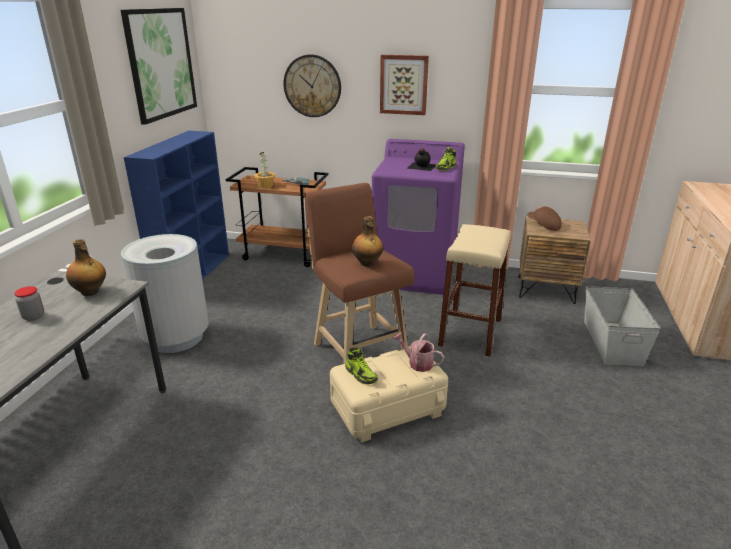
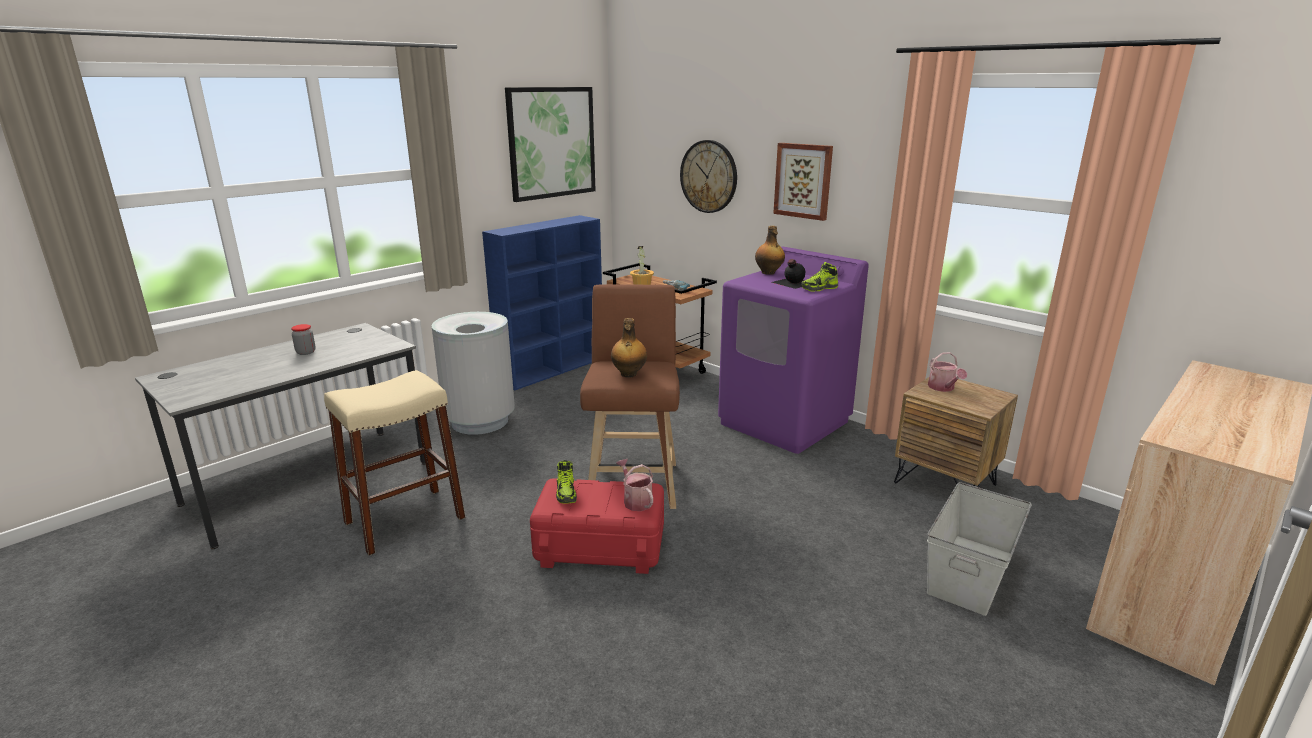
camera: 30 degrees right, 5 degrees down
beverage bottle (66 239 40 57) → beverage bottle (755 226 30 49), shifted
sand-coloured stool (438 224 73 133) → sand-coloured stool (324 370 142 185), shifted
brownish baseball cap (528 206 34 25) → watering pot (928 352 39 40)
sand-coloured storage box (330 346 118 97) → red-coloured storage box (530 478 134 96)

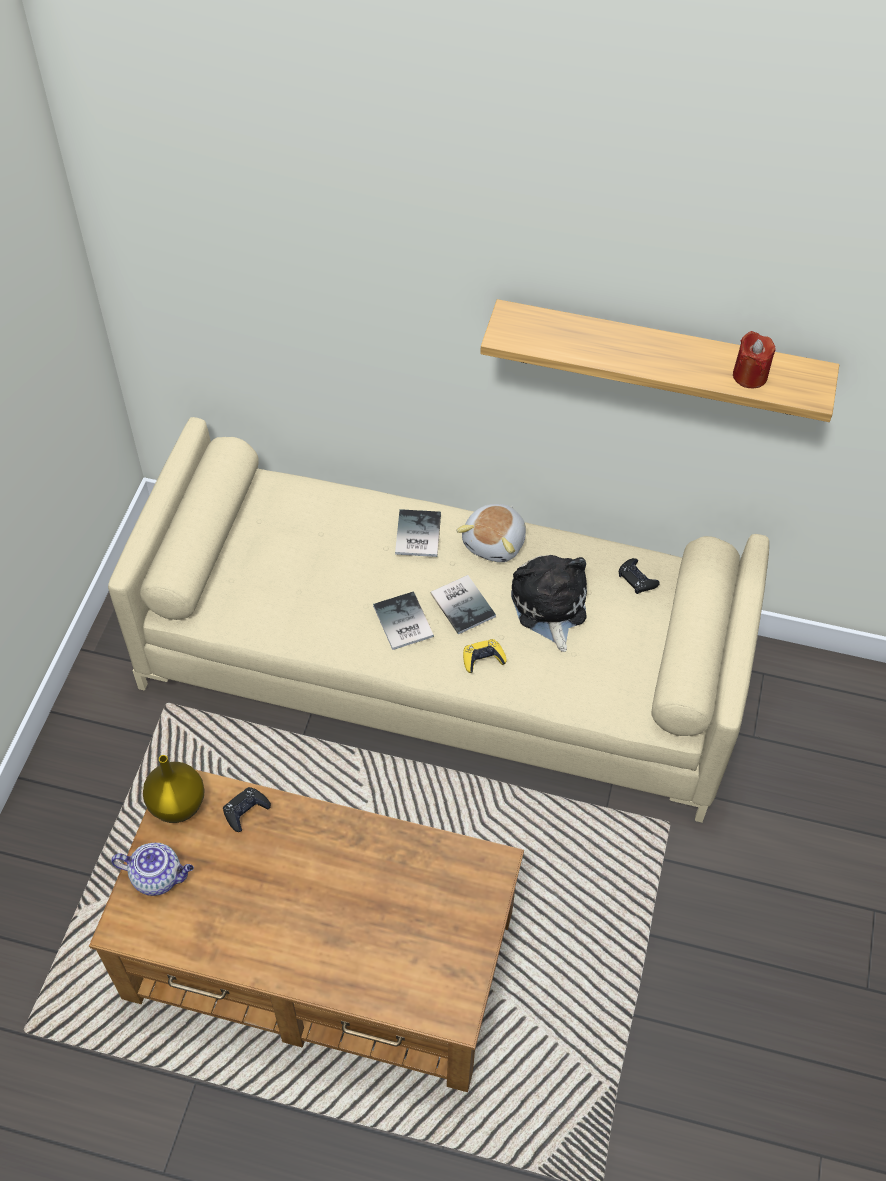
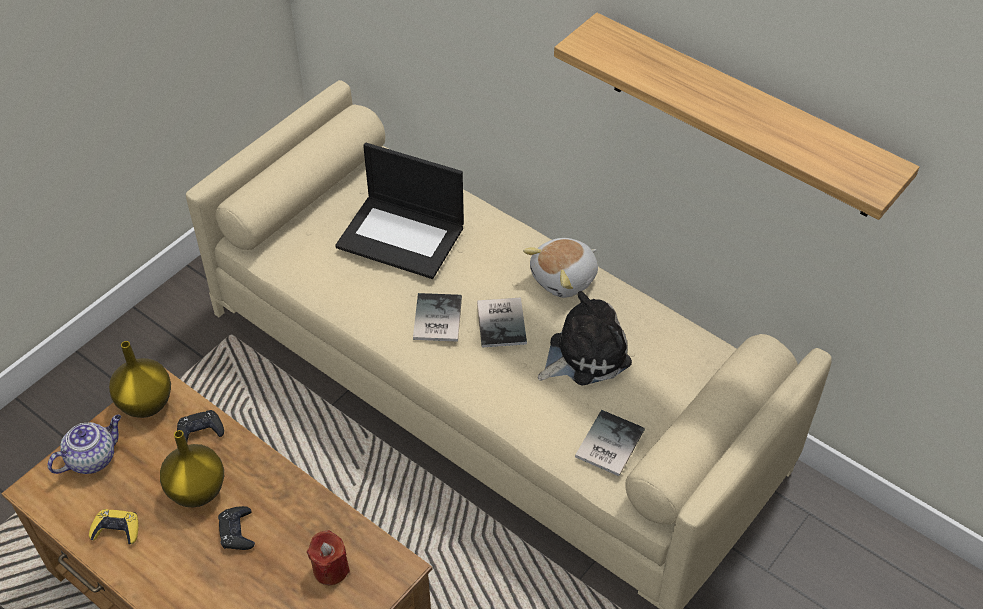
camera: 25 degrees right, 5 degrees down
- → yellow vase (160 430 64 77)
- → notebook computer (335 143 129 136)
volume (395 509 46 48) → volume (575 410 70 66), shifted
yellow joypad (463 639 44 34) → yellow joypad (89 509 49 36), shifted
blackish joypad (619 558 41 36) → blackish joypad (218 506 37 44), shifted
red-coloured wax light (733 331 43 57) → red-coloured wax light (307 530 43 55), shifted
teapot (111 843 83 53) → teapot (48 415 73 59), 75 degrees counterclockwise
cuddly toy (511 555 76 97) → cuddly toy (538 291 94 94), 45 degrees clockwise

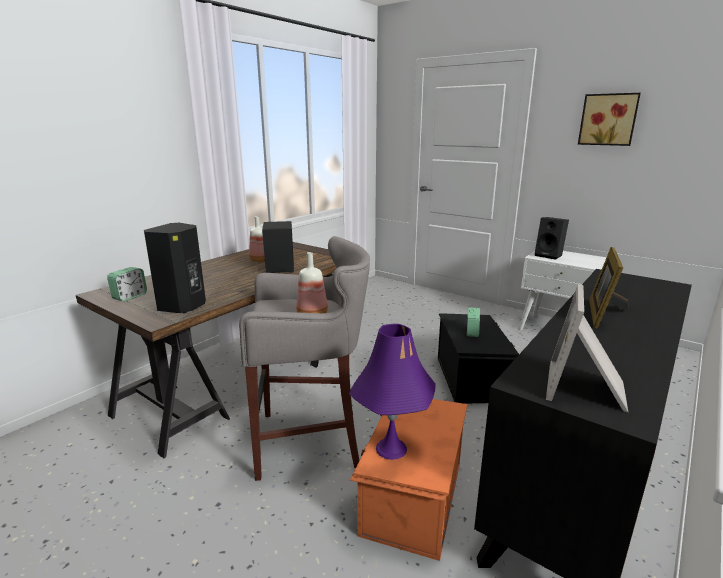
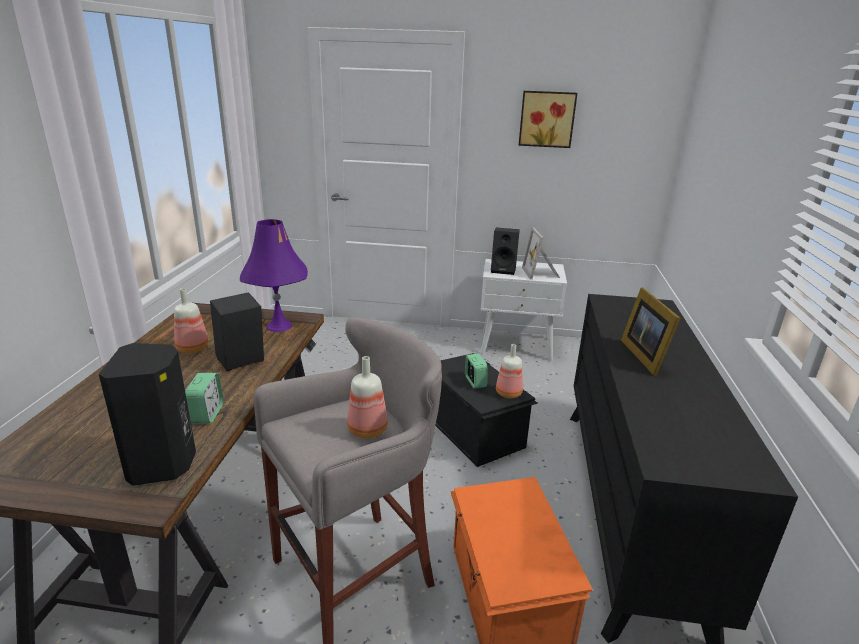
camera: 30 degrees left, 5 degrees up
- → beverage bottle (496 344 27 54)
bedside clock (107 267 40 34) → bedside clock (185 373 39 51), shifted
purplish tabletop lamp (349 324 87 136) → purplish tabletop lamp (240 219 68 113), shifted
standing frame (546 284 82 128) → standing frame (522 227 38 53), shifted

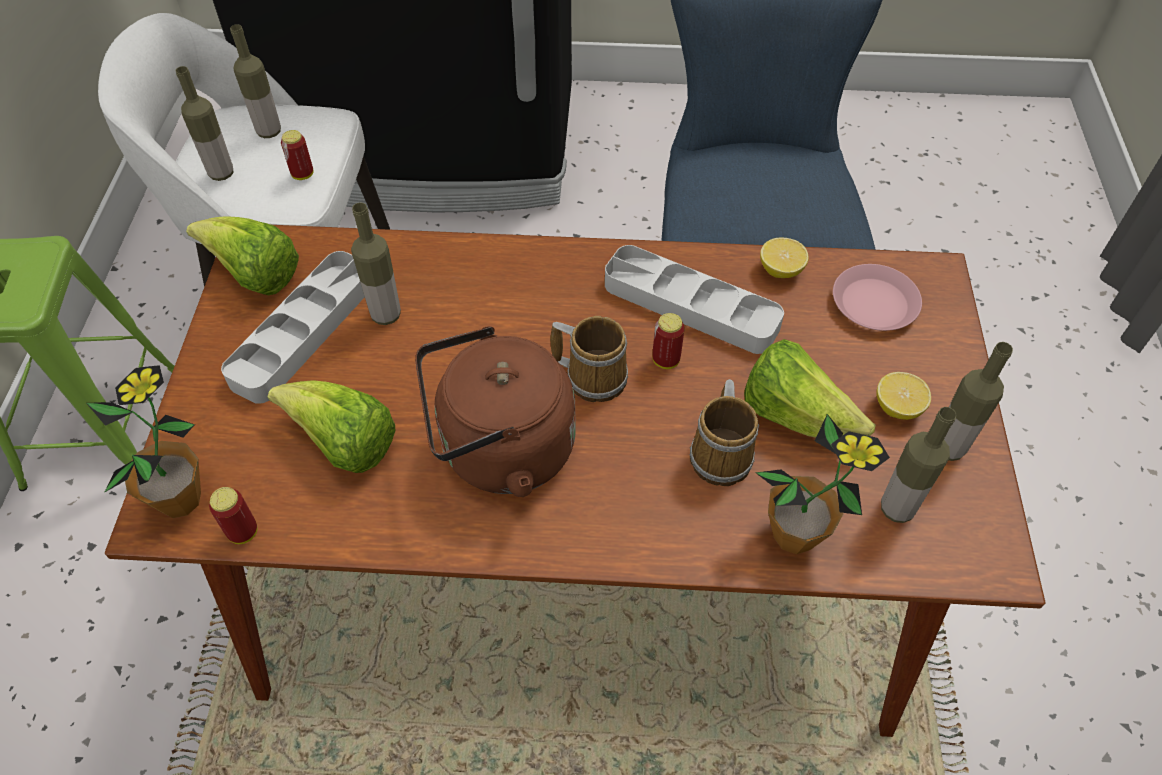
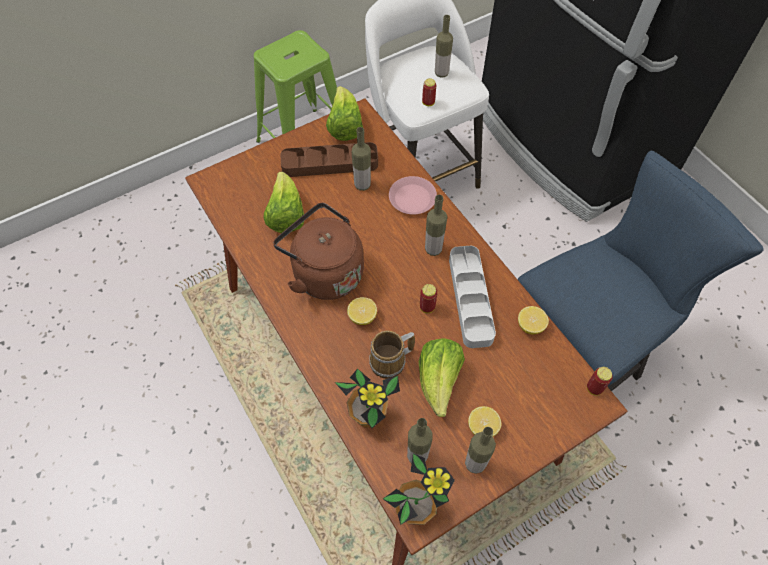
camera: 55 degrees right, 5 degrees up
coffee mug (550 316 78 86) → -
- → lemon (347 297 30 28)
potted plant (86 365 115 153) → potted plant (383 454 72 71), shifted
beverage bottle (176 66 58 115) → beverage bottle (425 195 22 61), shifted
sealed can (209 487 49 57) → sealed can (587 367 26 28), shifted
pinkish dinner plate (833 264 89 67) → pinkish dinner plate (389 176 48 39), shifted
grey carrying tray (221 251 144 153) → brownish carrying tray (281 142 97 35)

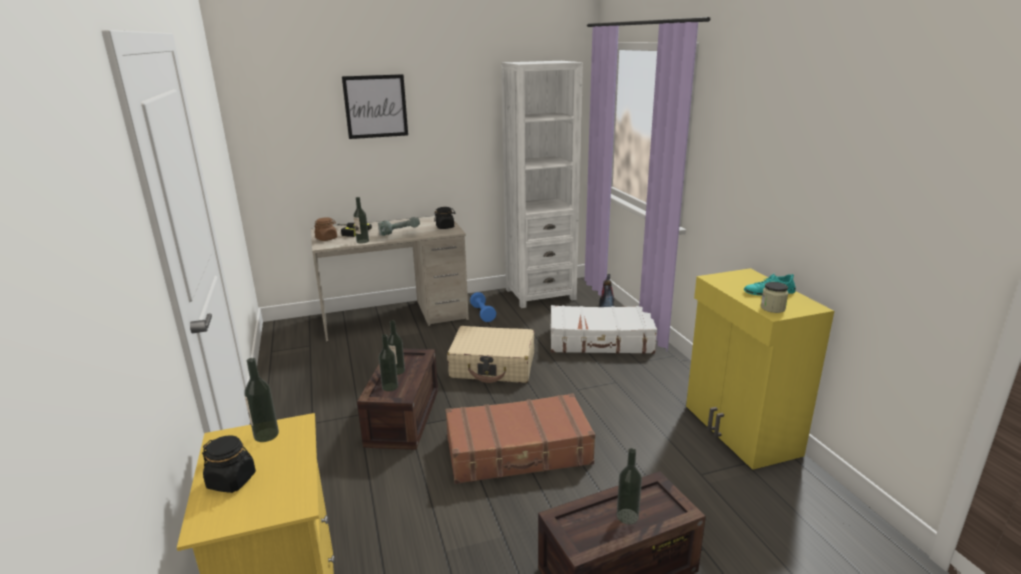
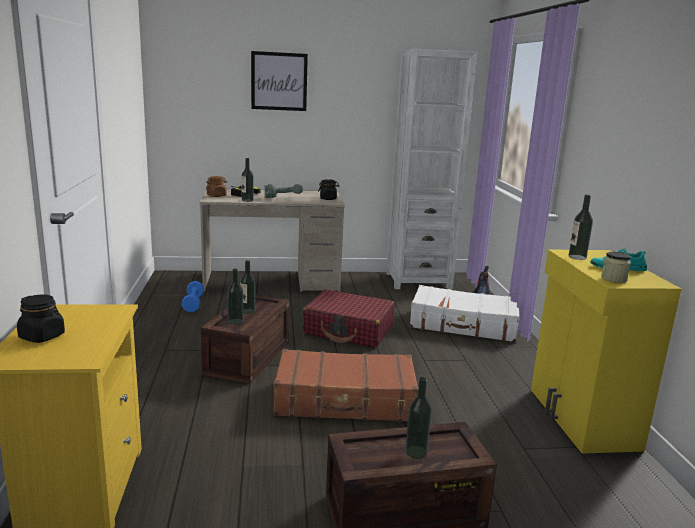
camera: 10 degrees right, 5 degrees down
beverage bottle (244 358 35 84) → beverage bottle (569 195 24 65), shifted
bluish hand weight (470 292 26 30) → bluish hand weight (182 281 22 31), shifted
sand-coloured piece of luggage (447 326 87 57) → red-coloured piece of luggage (303 290 91 58)

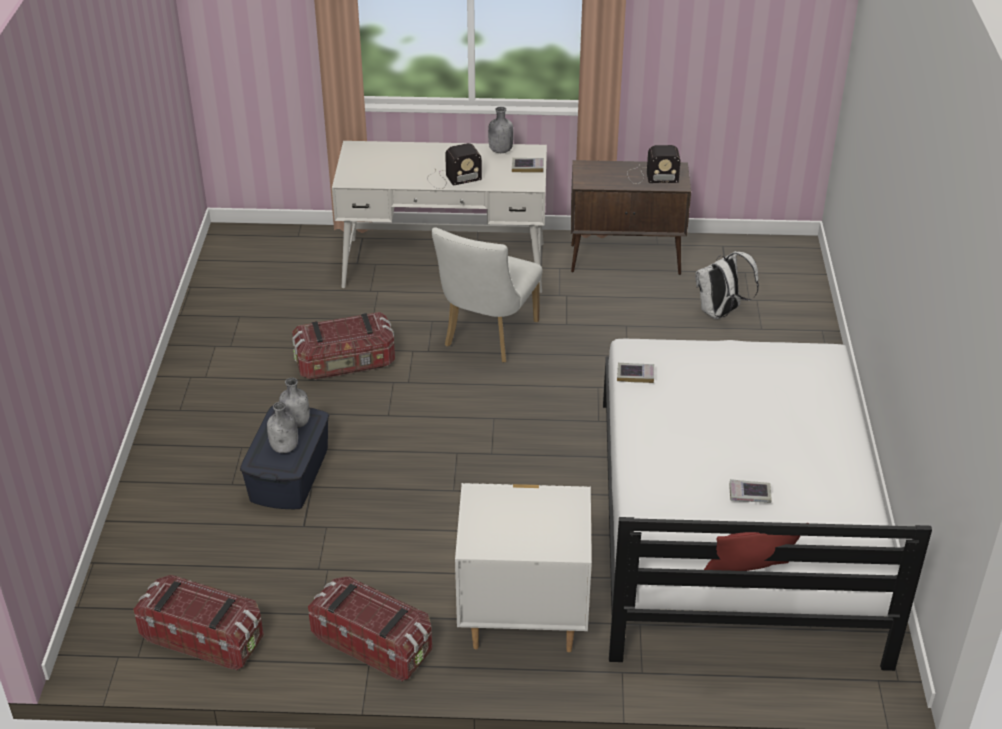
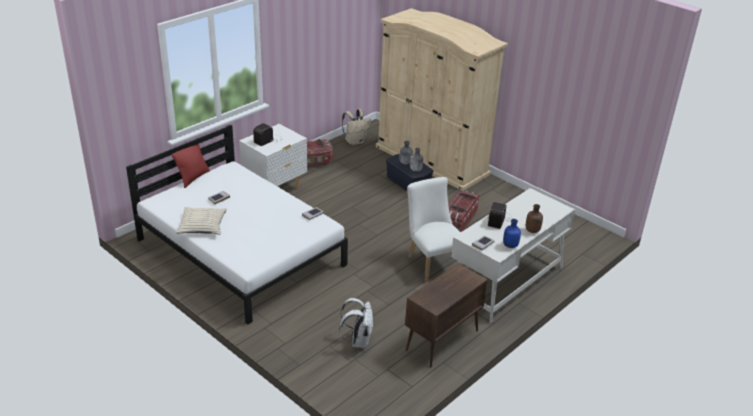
camera: 130 degrees right, 5 degrees down
- → sand-coloured cushion (176 207 51 28)
- → sand-coloured armoire (376 8 132 183)
- → brownish beverage bottle (526 204 17 29)
radio set (627 145 54 39) → radio set (253 123 29 23), shifted
storage box (133 575 131 96) → sand-coloured backpack (342 109 29 36)
grey beverage bottle (488 107 26 46) → bluish beverage bottle (503 219 18 29)

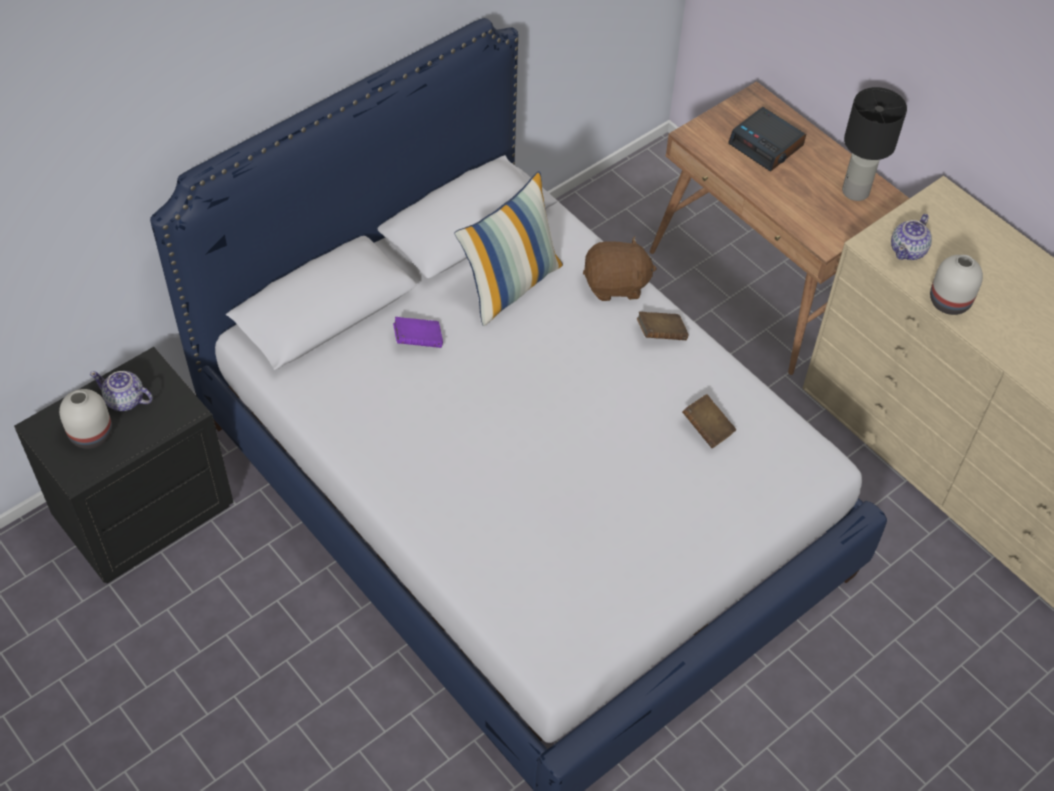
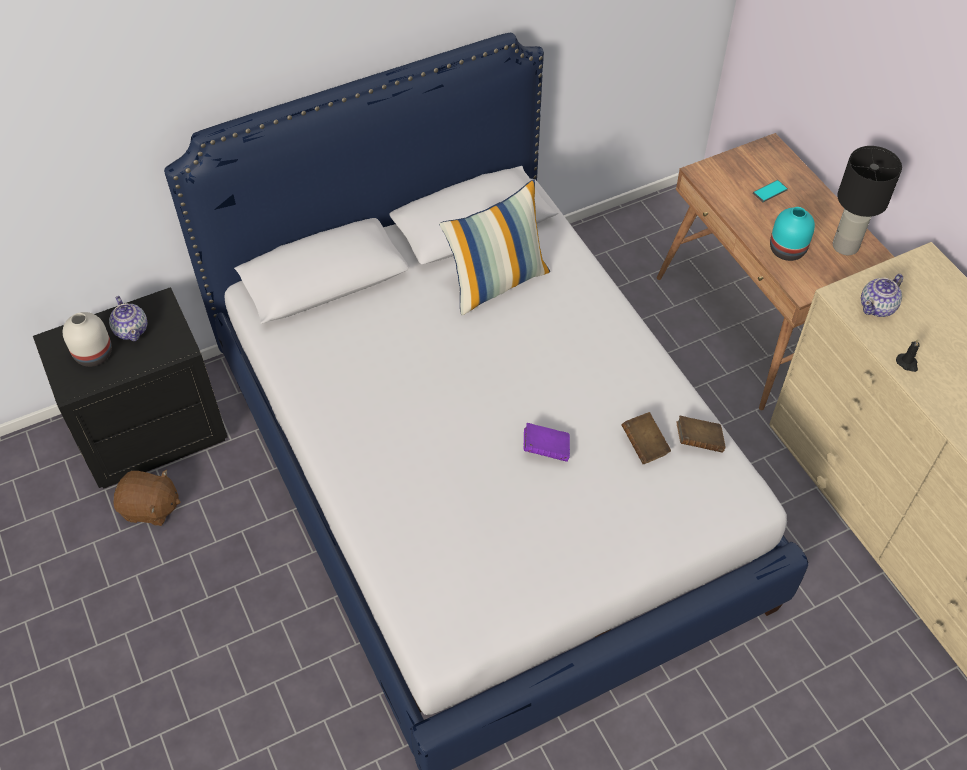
camera: 15 degrees right, 0 degrees up
- → turquoise-coloured vase (770 207 45 54)
purplish volume (393 317 50 31) → purplish volume (524 423 46 39), shifted
brownish cuddly toy (583 236 74 65) → brownish cuddly toy (113 470 68 56), shifted
brownish volume (637 311 51 29) → brownish volume (676 416 50 37), shifted
bedside clock (728 107 78 64) → phone (753 180 35 22)
white vase (930 255 53 60) → blackish wax light (896 339 24 33)
teapot (90 371 63 40) → teapot (109 296 39 45), 150 degrees counterclockwise

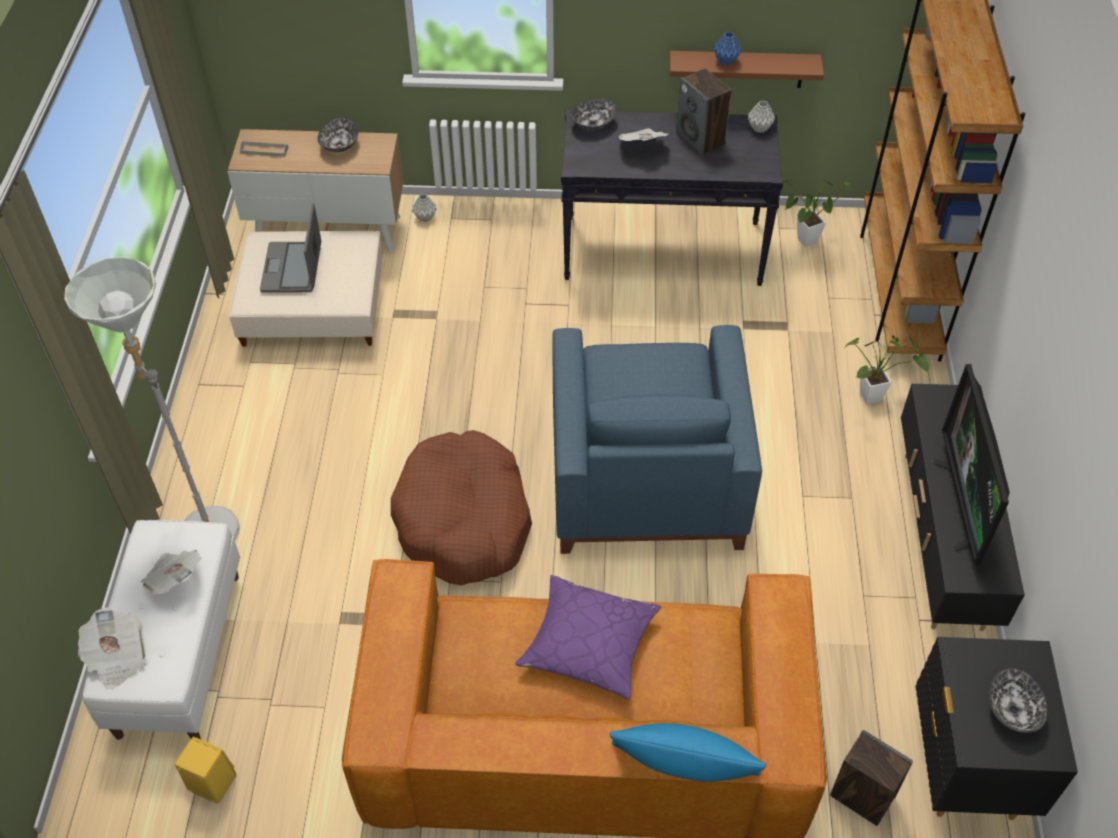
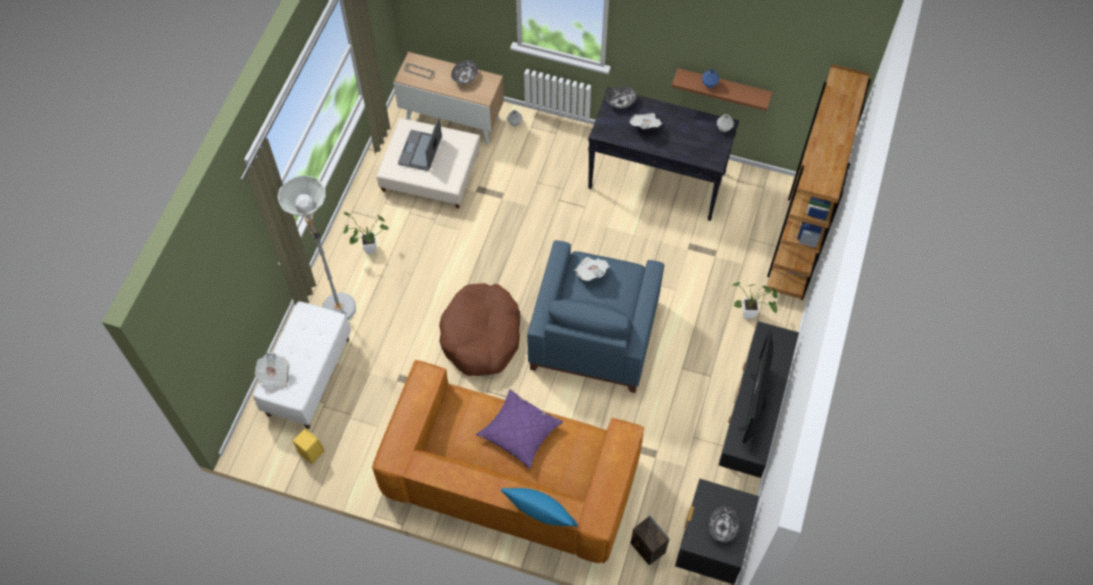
camera: 15 degrees right, 10 degrees up
loudspeaker (676 68 56 87) → -
daily paper (141 550 61 45) → daily paper (574 257 35 24), shifted
potted plant (783 178 69 69) → potted plant (343 212 46 42), shifted

